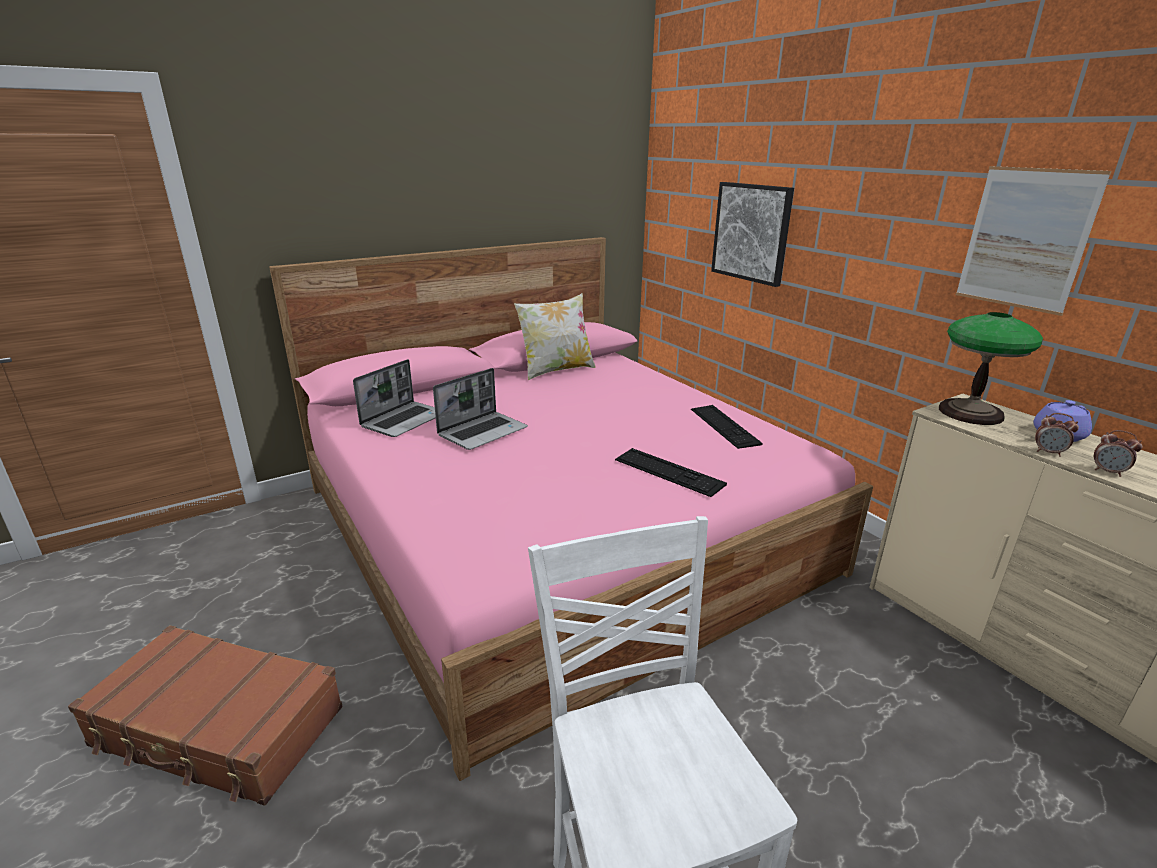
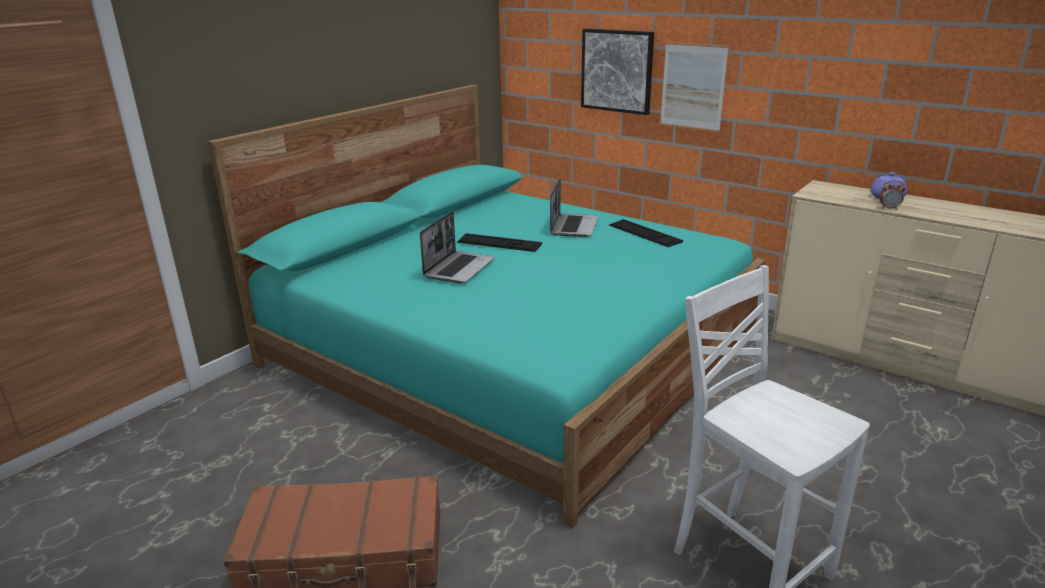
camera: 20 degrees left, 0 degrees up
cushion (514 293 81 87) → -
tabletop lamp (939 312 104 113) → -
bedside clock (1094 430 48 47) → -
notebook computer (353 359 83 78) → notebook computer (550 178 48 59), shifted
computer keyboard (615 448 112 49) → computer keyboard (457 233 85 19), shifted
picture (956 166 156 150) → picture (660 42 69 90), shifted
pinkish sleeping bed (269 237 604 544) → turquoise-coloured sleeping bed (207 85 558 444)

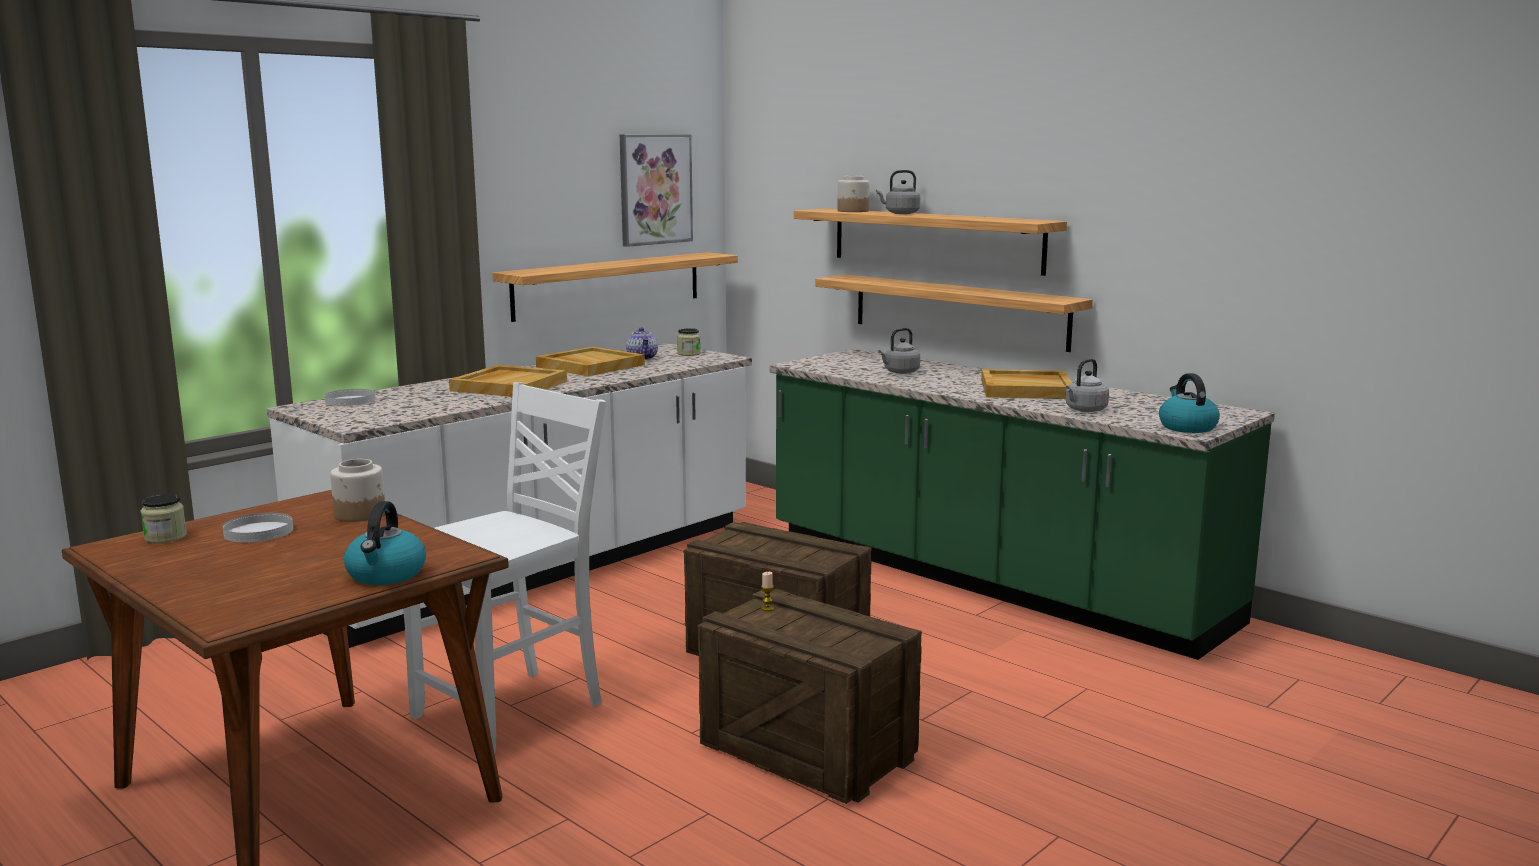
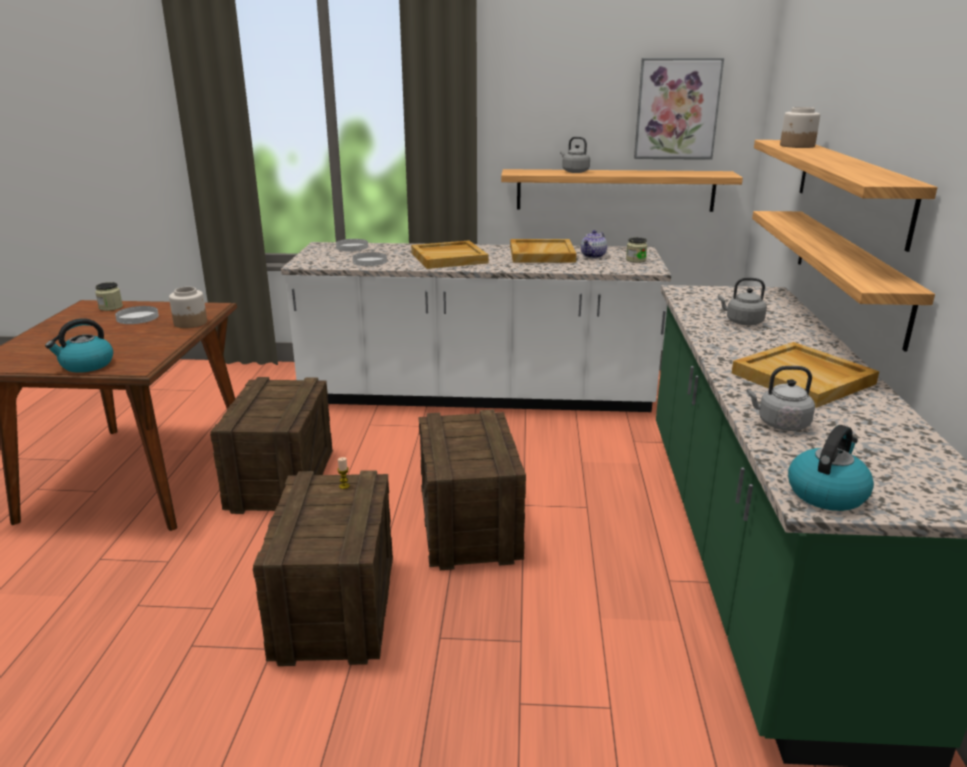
camera: 50 degrees right, 10 degrees up
- → white dinner plate (352 252 35 14)
grey water kettle (876 170 44 44) → grey water kettle (560 137 30 36), shifted
white chair (403 382 203 372) → packing crate (210 377 123 137)

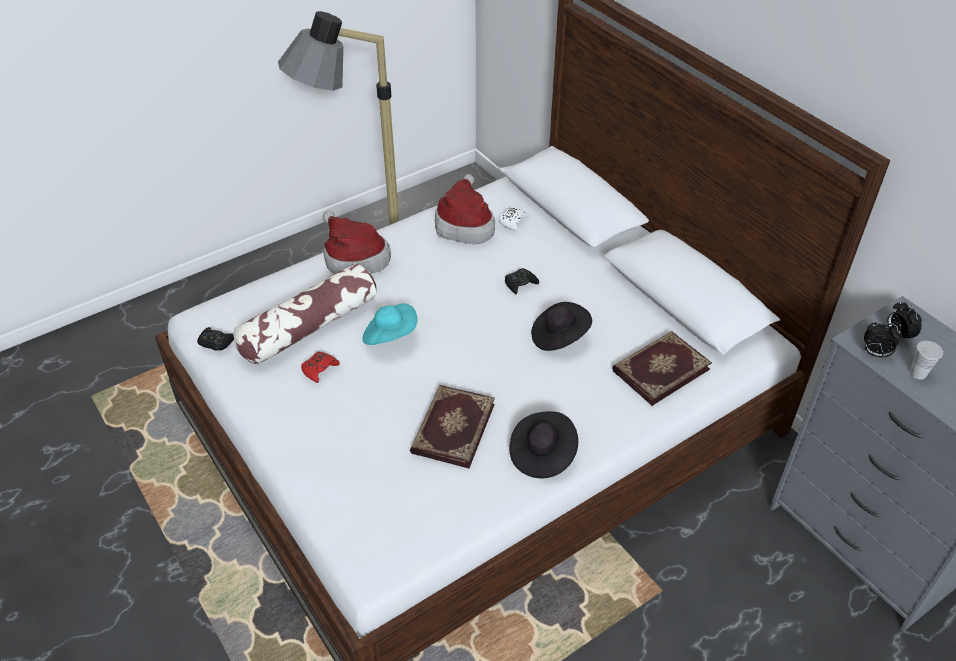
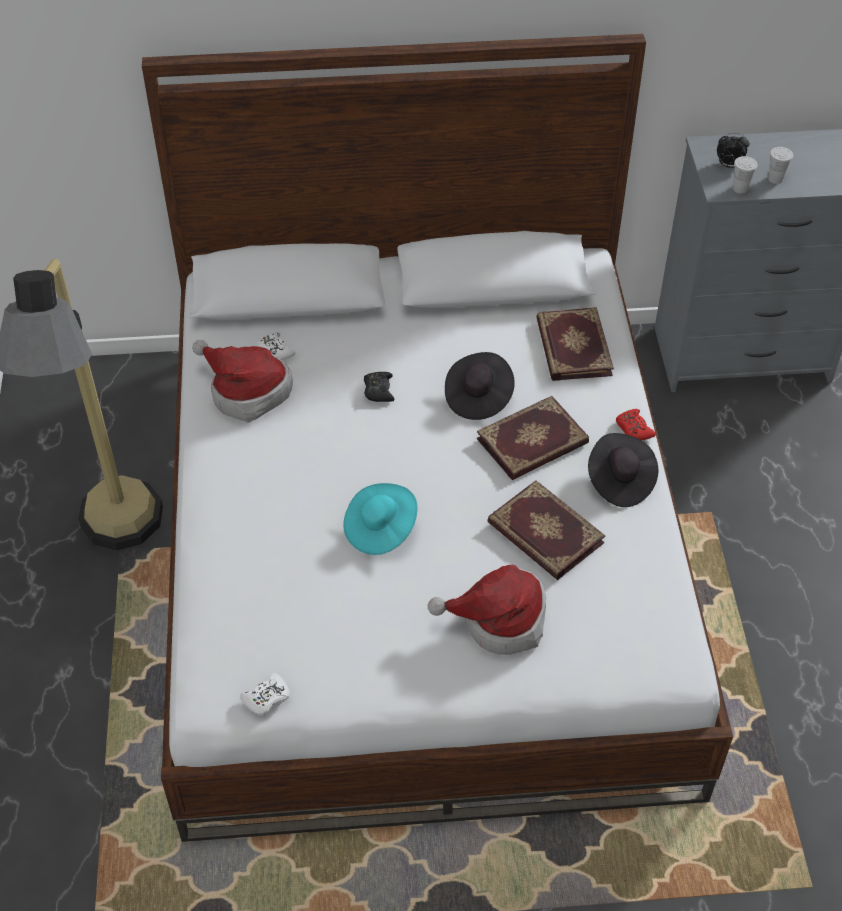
camera: 60 degrees left, 5 degrees up
cushion (233 263 144 102) → -
- → volume (477 396 112 84)
red-coloured joypad (301 352 39 31) → red-coloured joypad (616 409 40 32), shifted
clothing hat (323 211 68 63) → clothing hat (428 565 118 90), shifted
bedside clock (864 322 39 36) → white small cup (733 156 25 38)
blackish joypad (197 327 37 24) → white joypad (240 673 50 42)

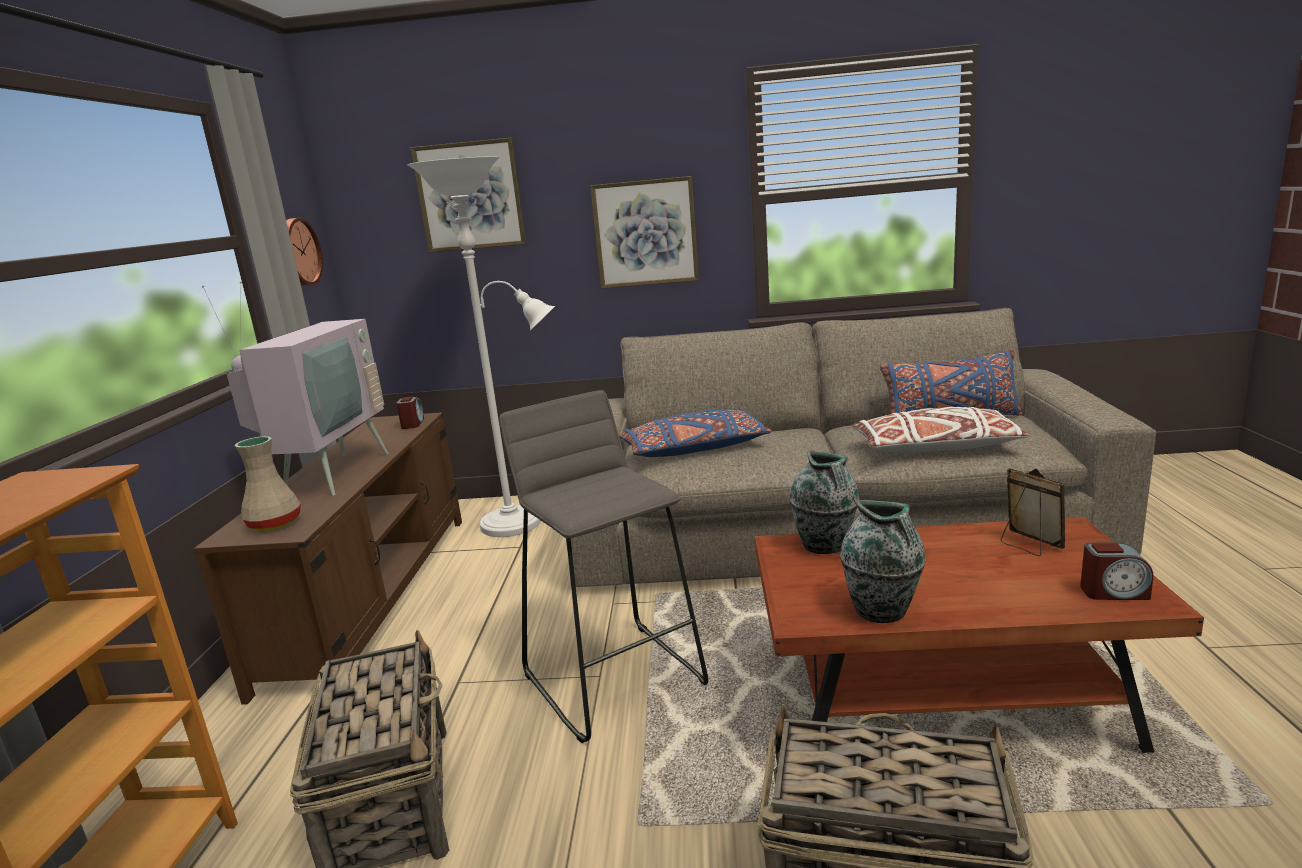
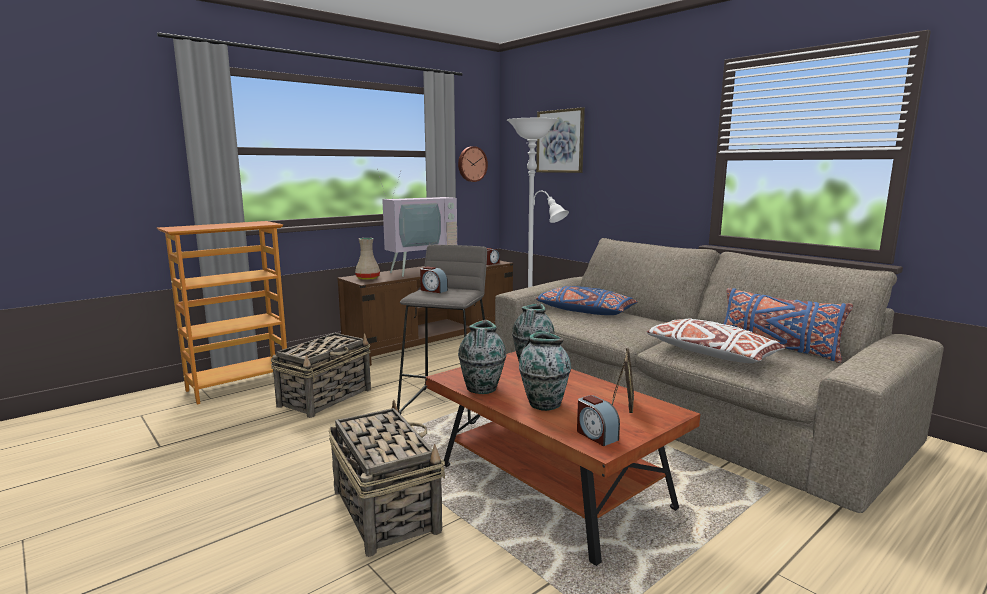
camera: 45 degrees right, 5 degrees down
picture (590 176 109 113) → -
- → bedside clock (420 267 28 26)
- → vase (519 332 52 79)

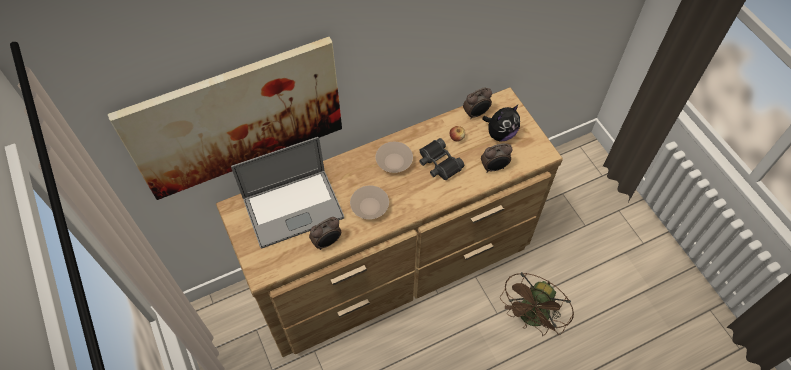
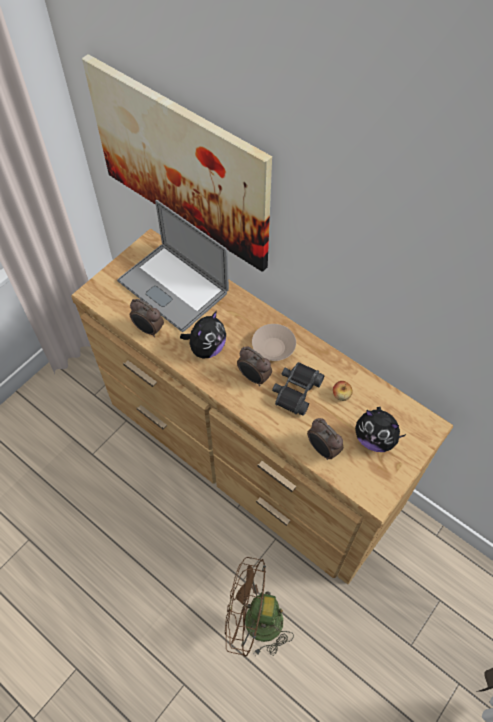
camera: 65 degrees right, 0 degrees up
bedside clock (463 87 29 33) → bedside clock (237 347 35 39), shifted
sand-coloured bowl (350 186 39 33) → cuddly toy (180 311 46 48)

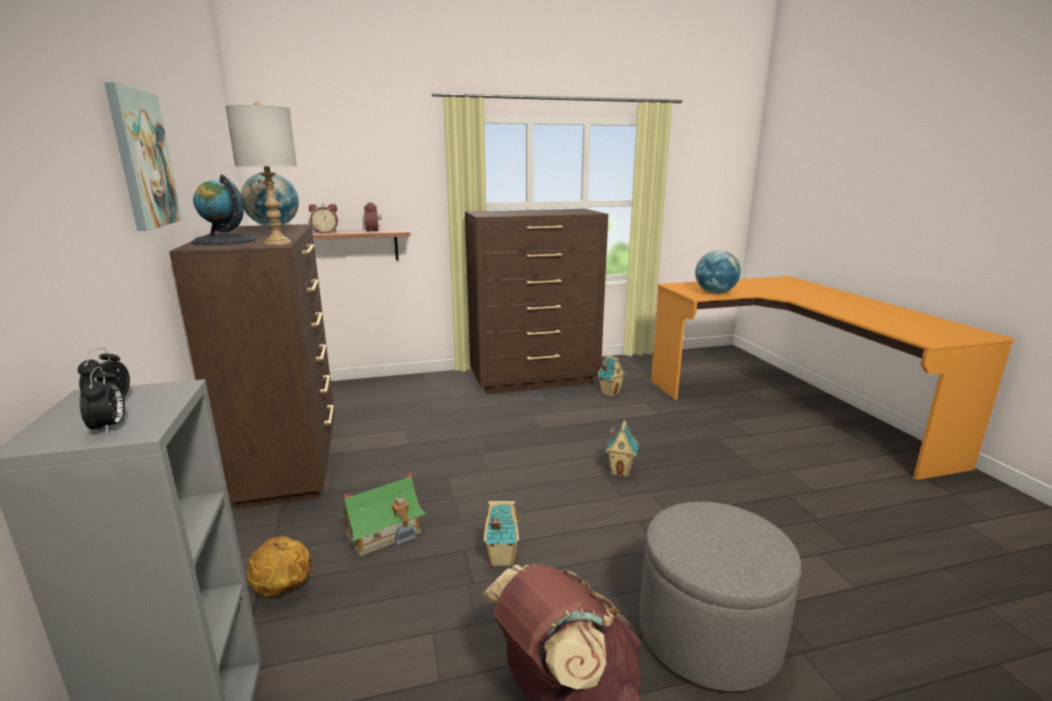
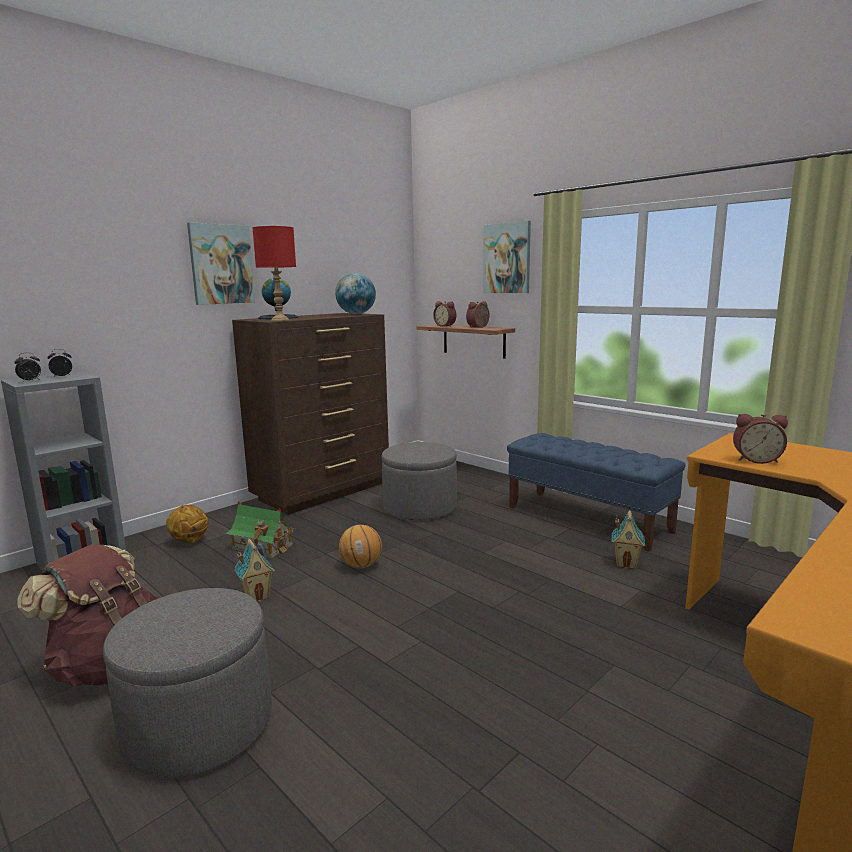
camera: 60 degrees right, 5 degrees down
miniature house (605 420 34 57) → -
- → basketball ball (339 525 43 43)
- → grey ottoman (382 442 75 78)
- → picture (483 221 48 72)
brownish drawer chest (465 209 143 185) → bluish indoor bench (507 433 179 119)
globe (695 250 46 44) → bedside clock (733 414 55 50)
grey tabletop lamp (225 102 72 143) → red-coloured tabletop lamp (253 224 43 97)

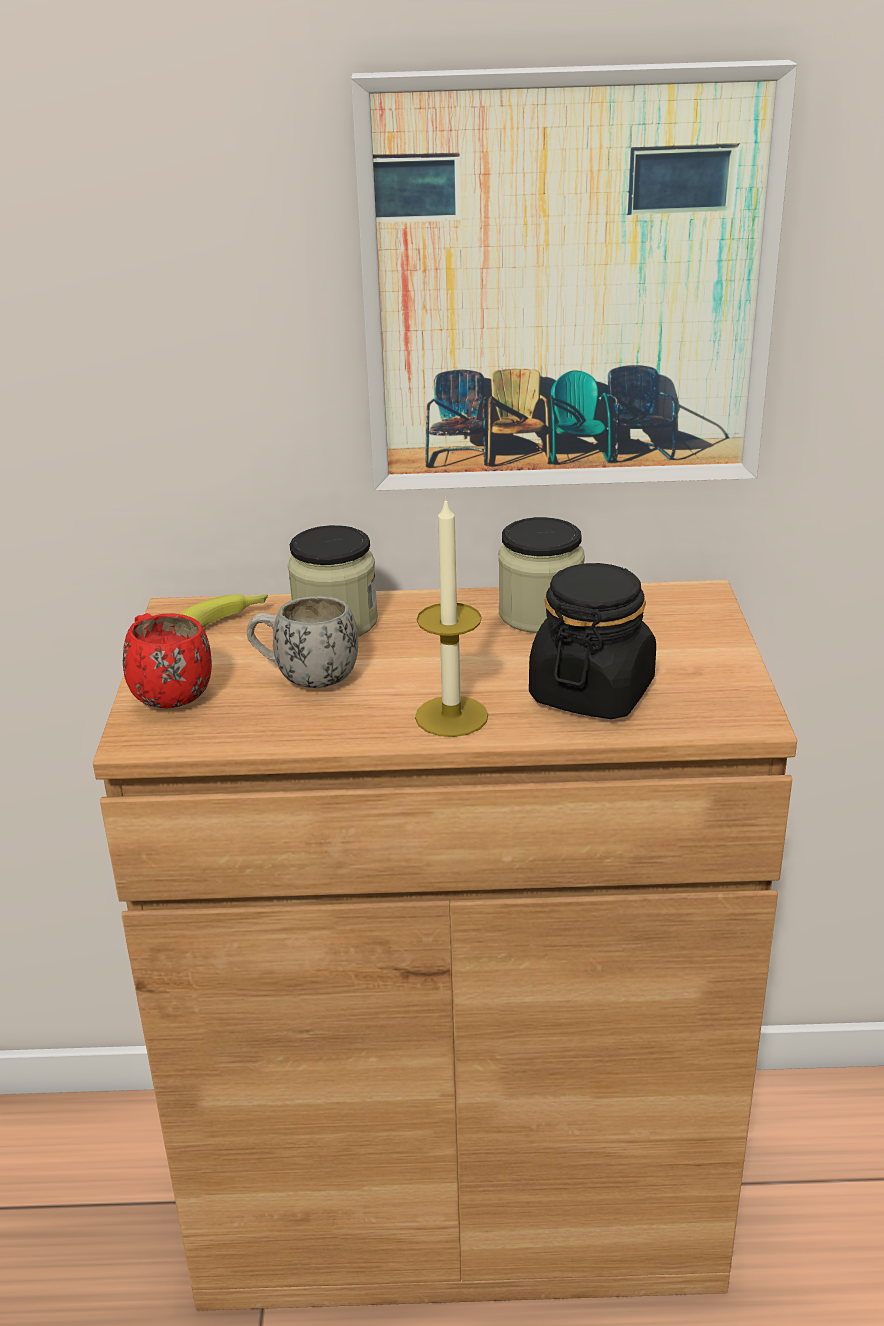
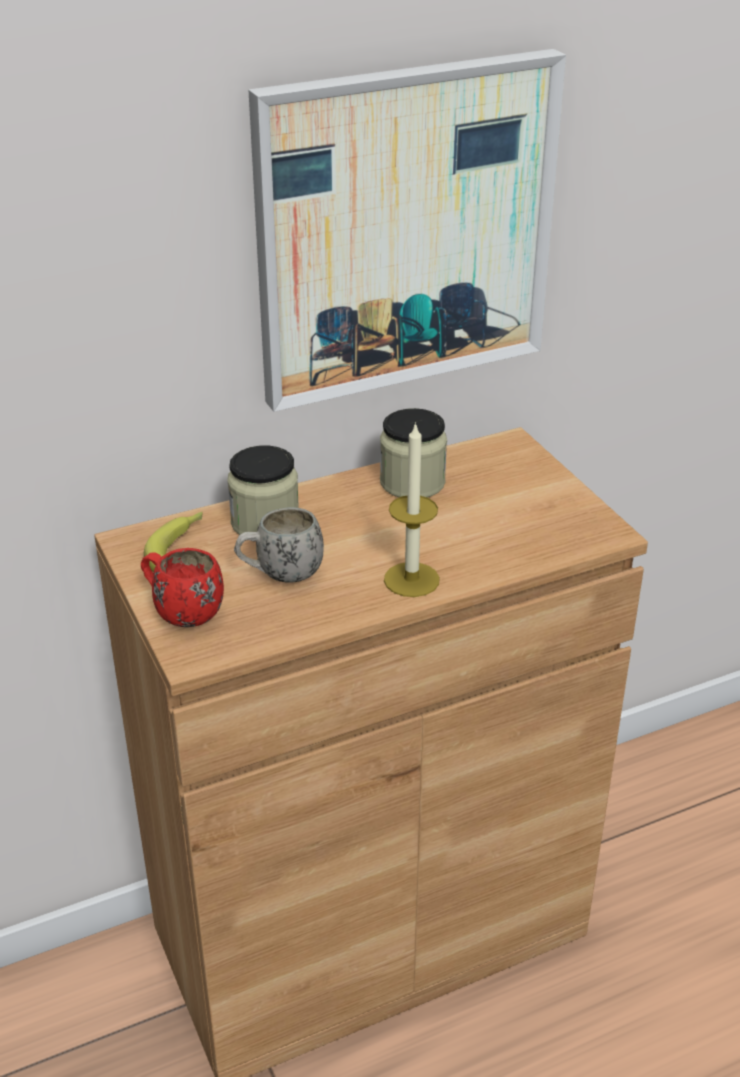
camera: 25 degrees left, 5 degrees up
blackish storage jar (529 563 127 156) → -

